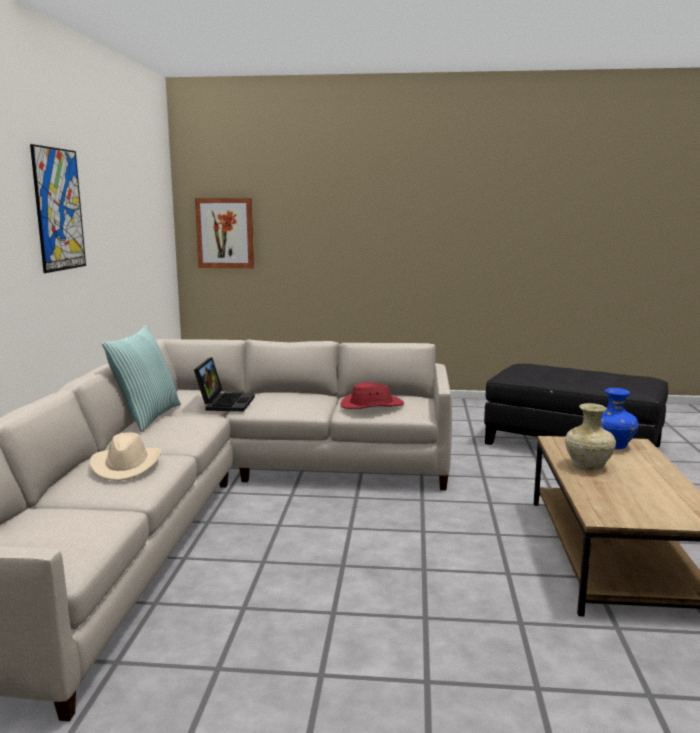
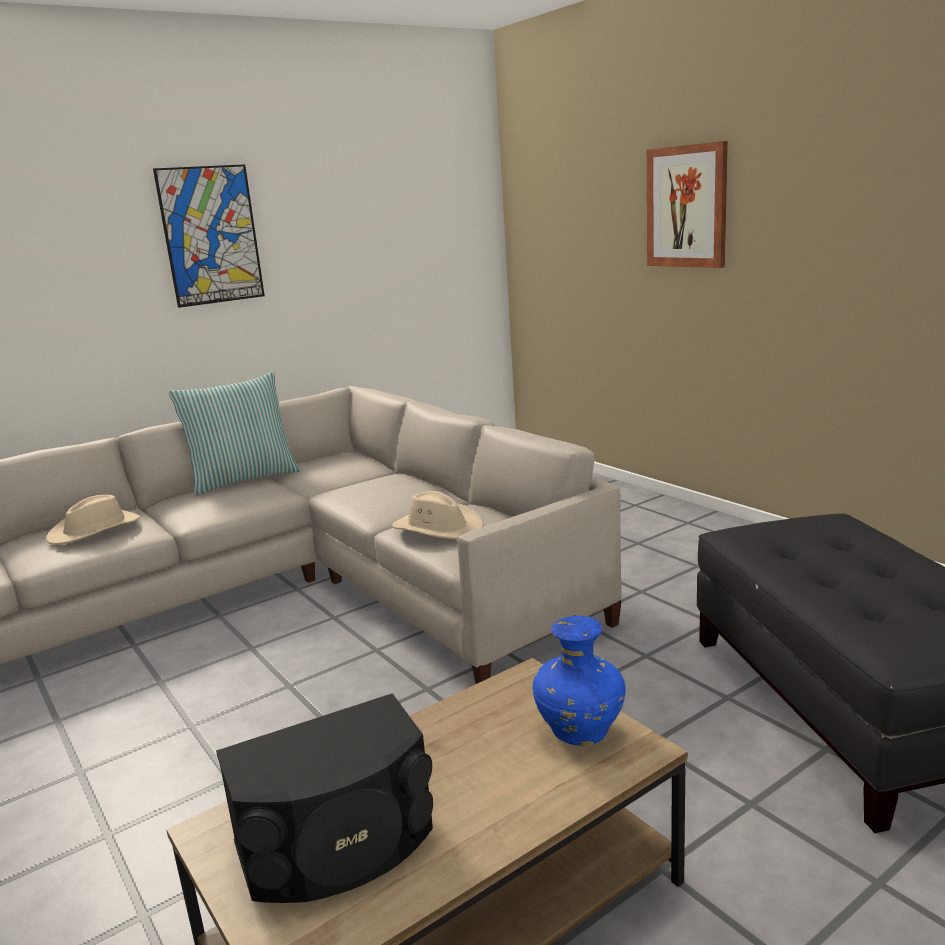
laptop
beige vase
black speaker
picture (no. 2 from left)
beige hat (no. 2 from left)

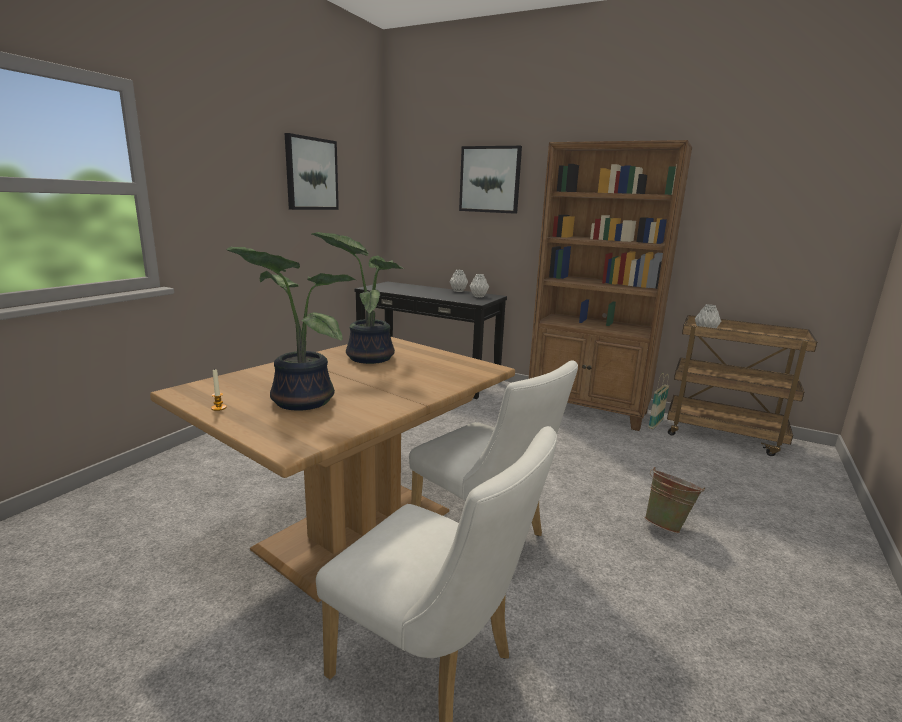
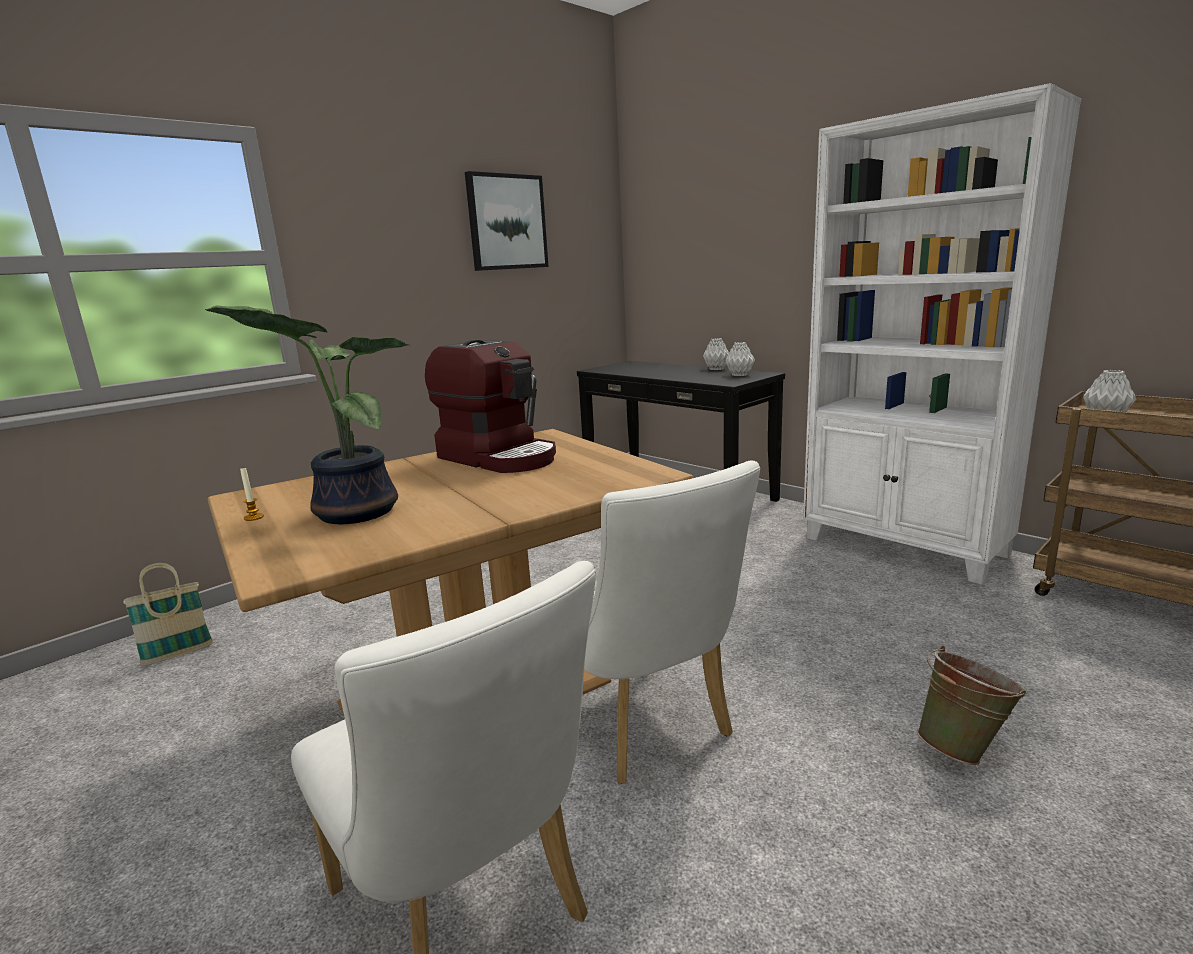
picture (no. 2 from left in the first image)
basket
coffee machine
white bookcase

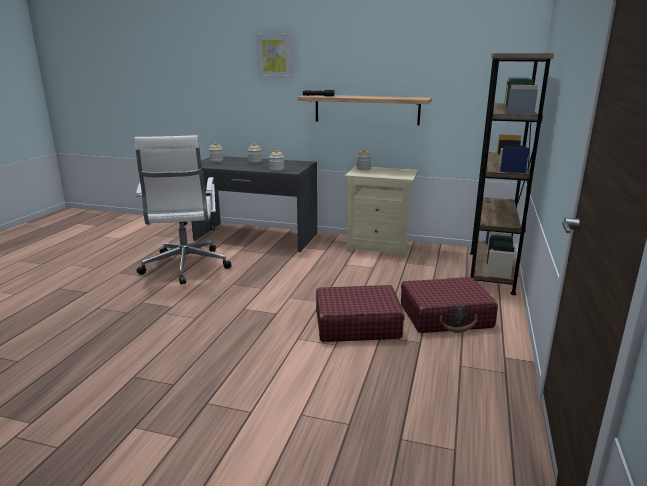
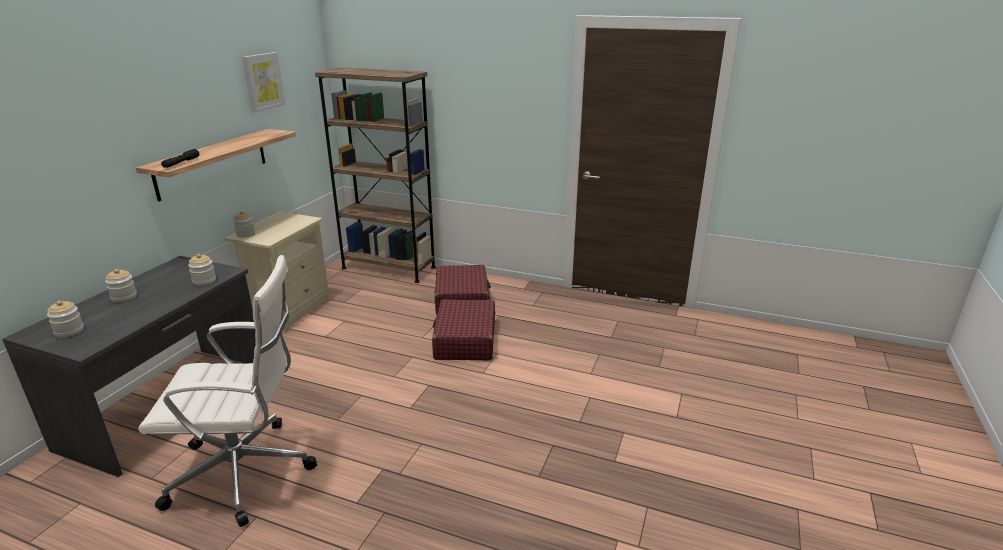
picture

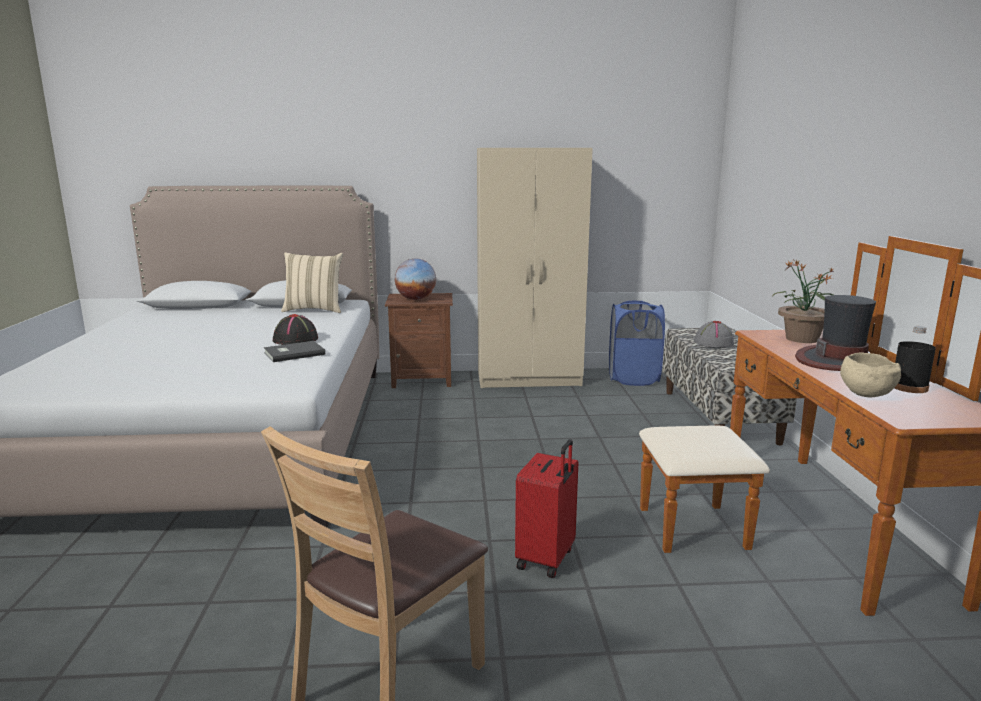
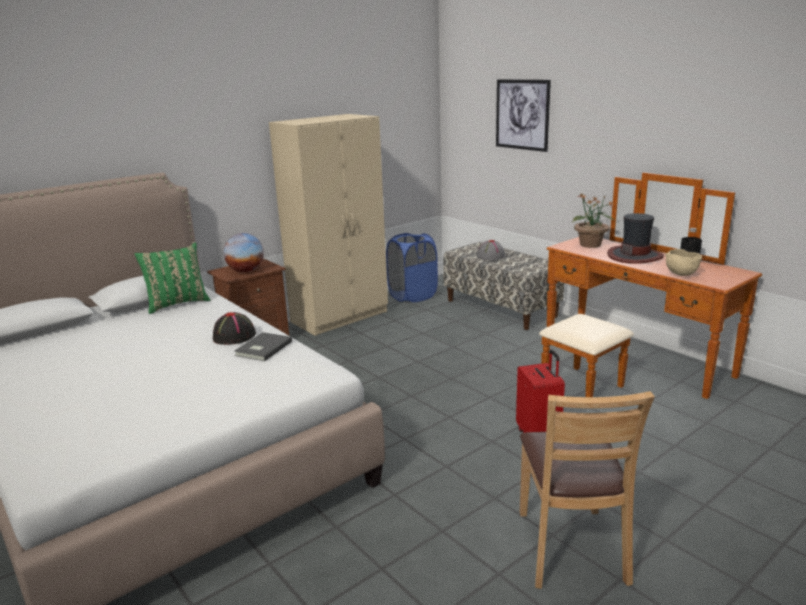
picture
green pillow

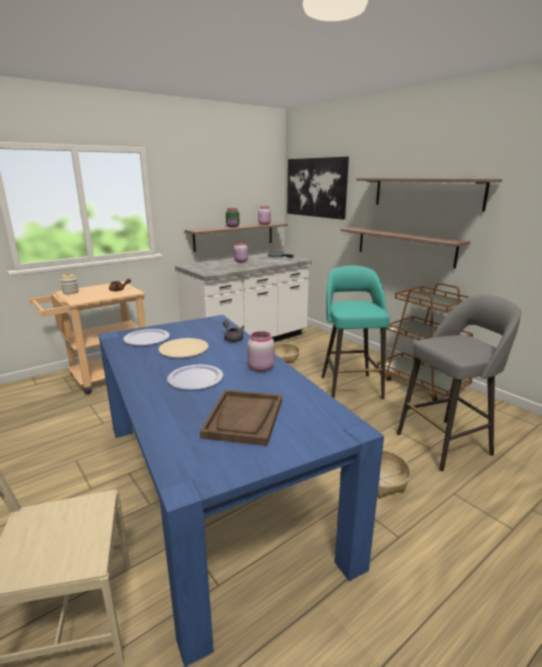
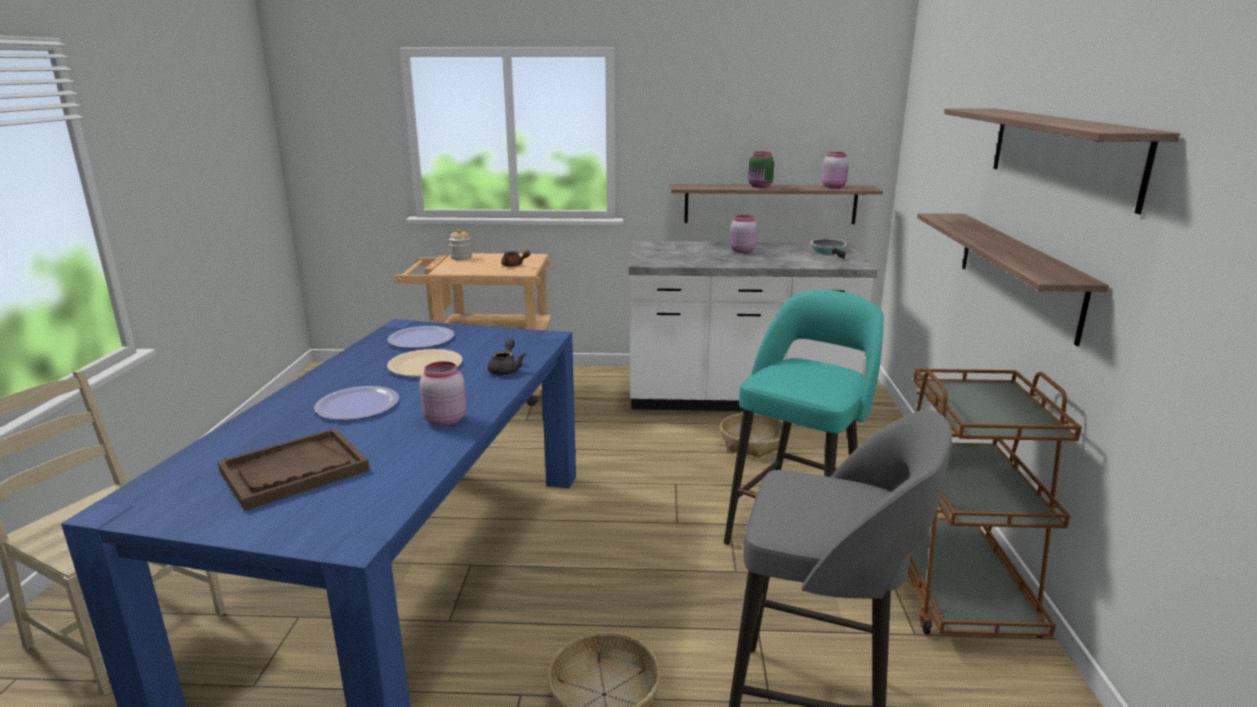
picture

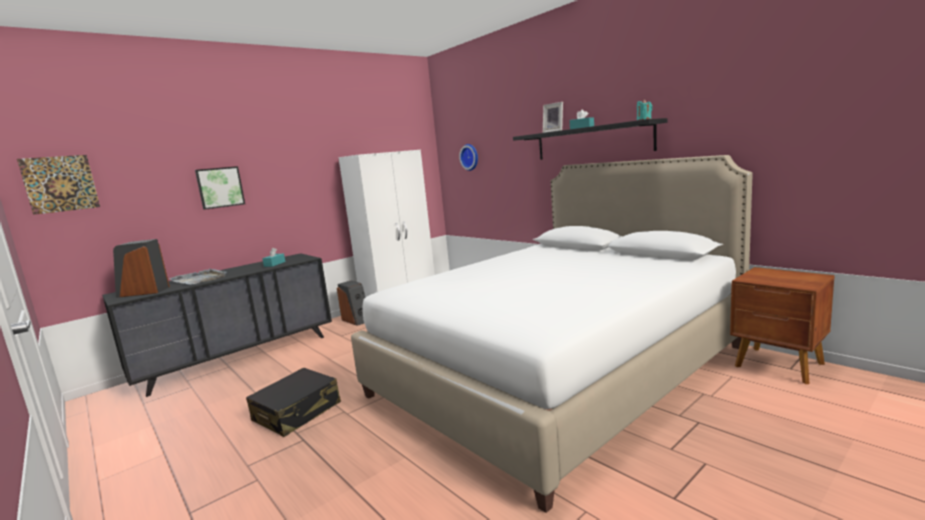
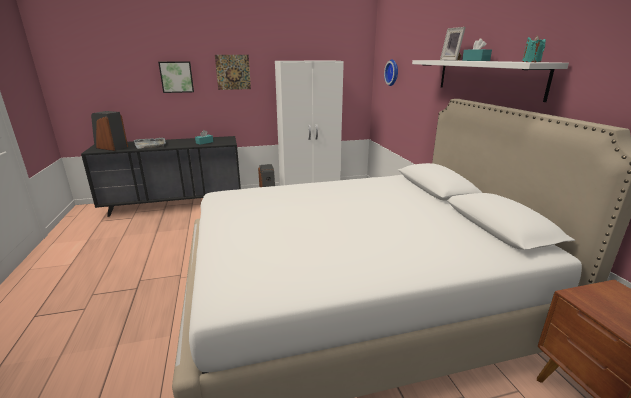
black suitcase
picture (no. 2 from left)
white shelf

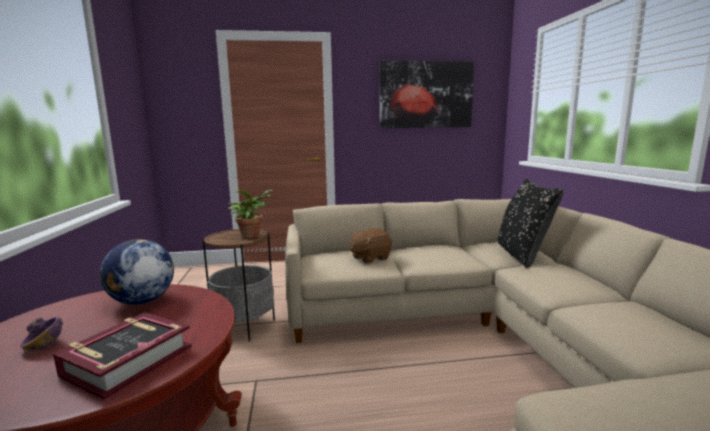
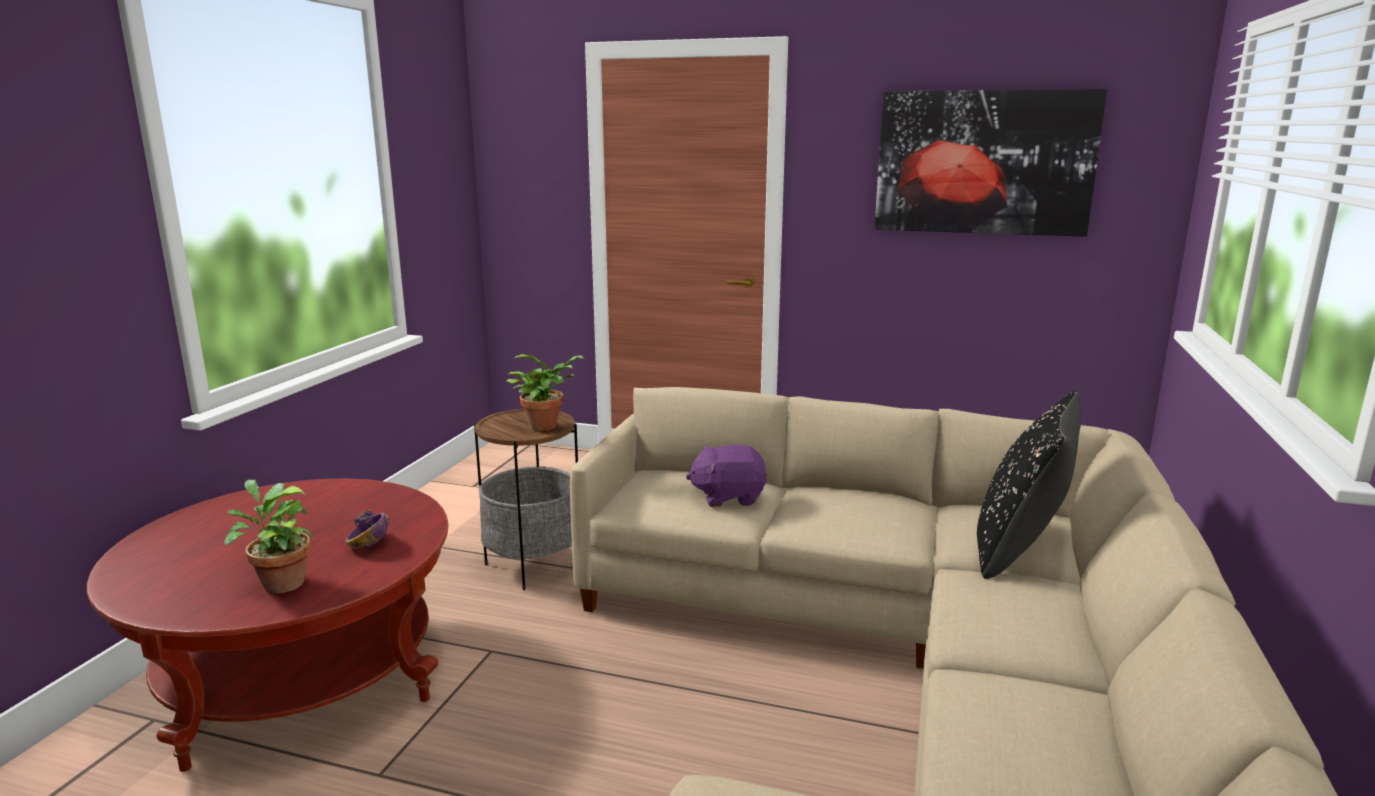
globe
purple bowl
potted plant (no. 1 from left)
purple plush toy

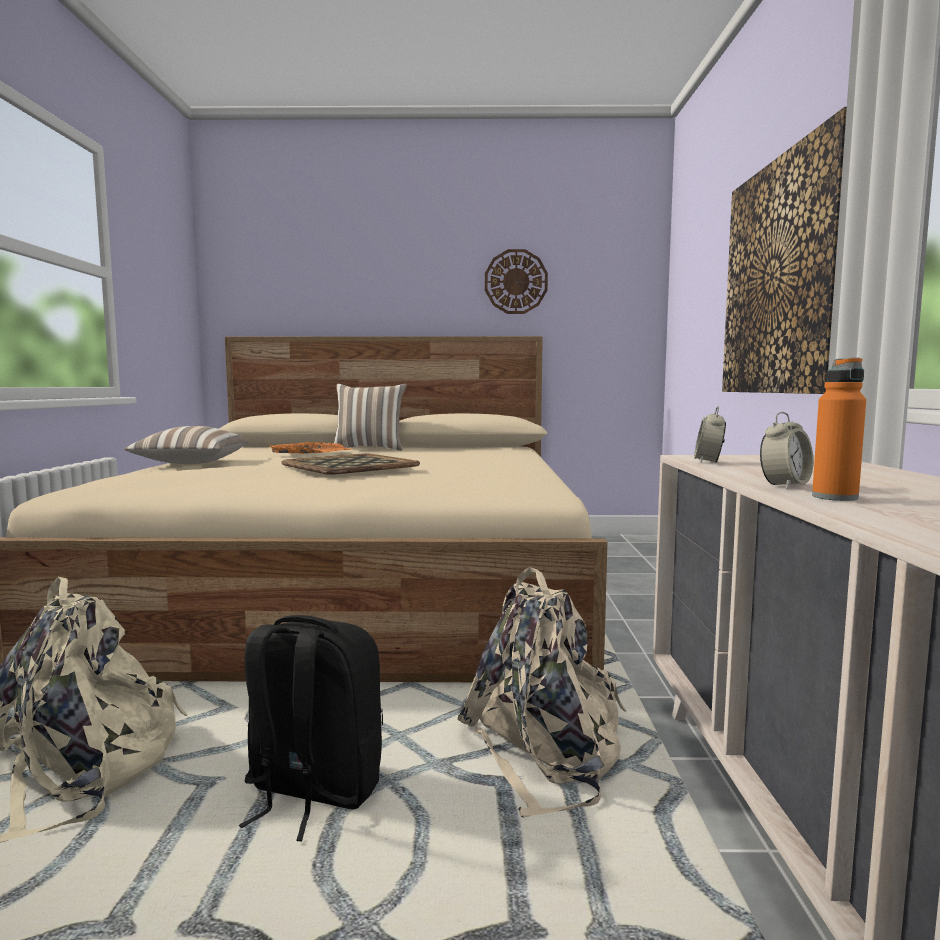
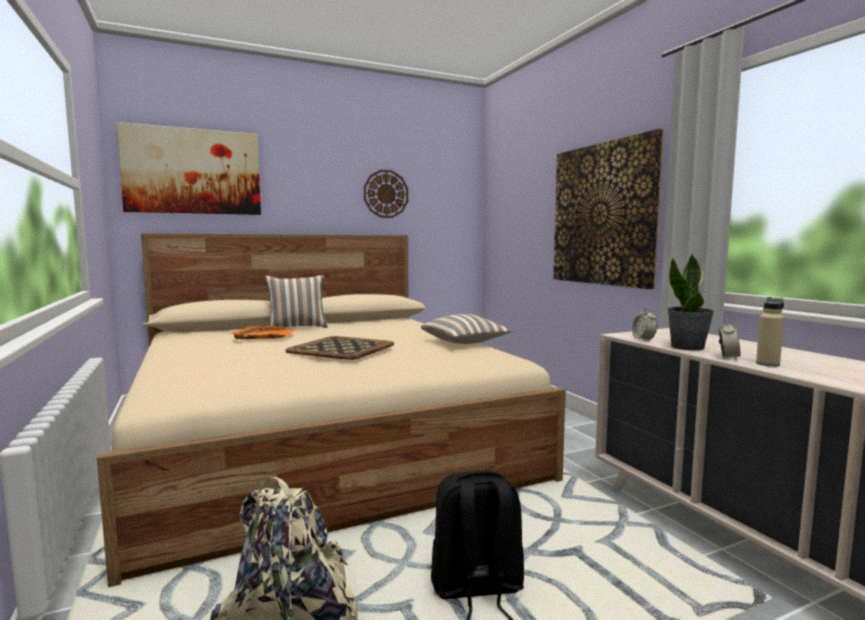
beige backpack (no. 2 from left in the first image)
picture (no. 1 from left)
potted plant
pillow (no. 2 from left)
beige bottle

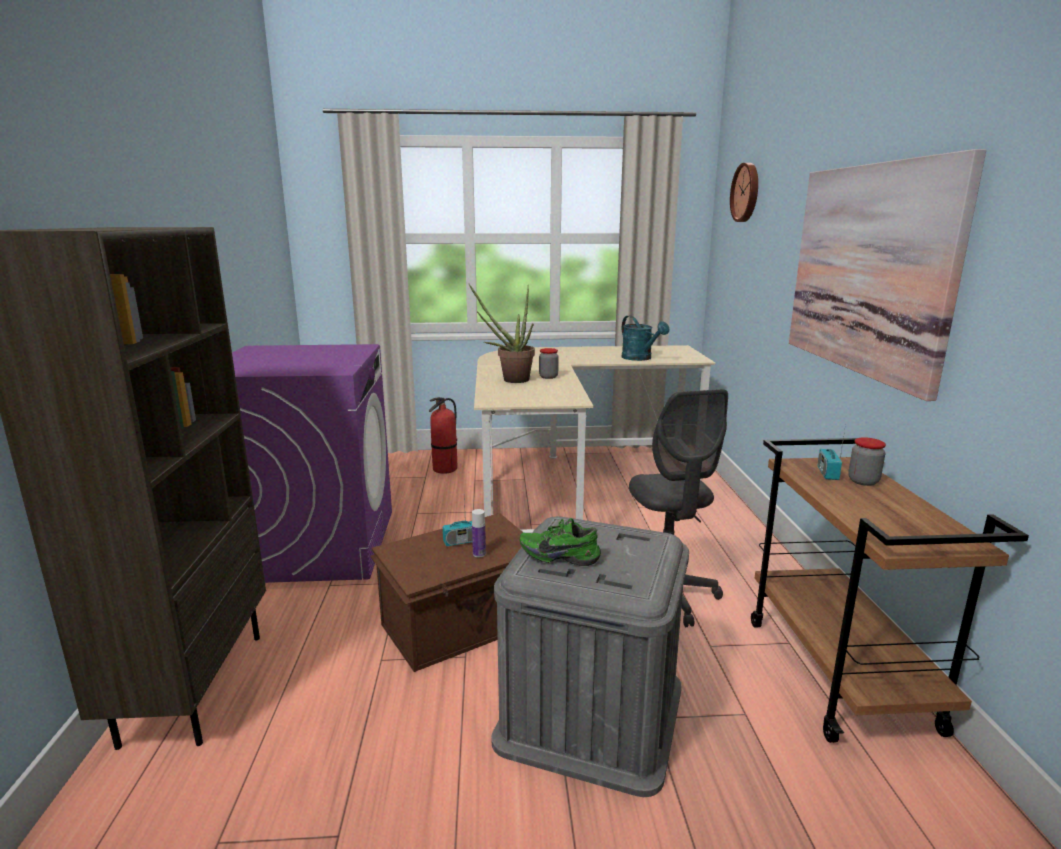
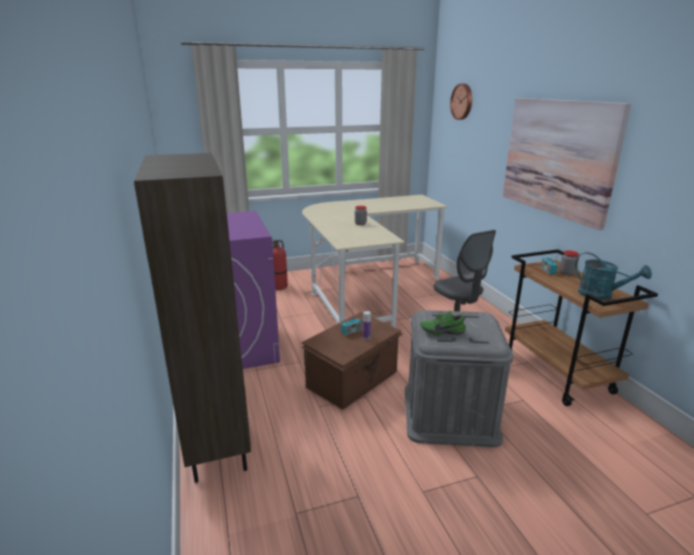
potted plant
turquoise watering can

